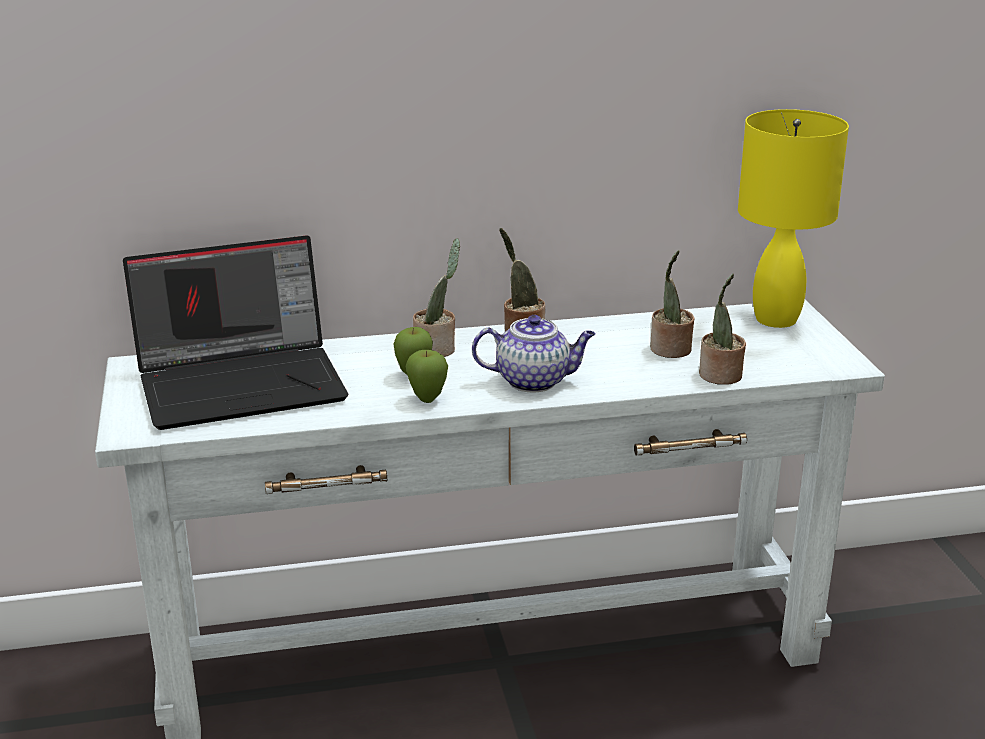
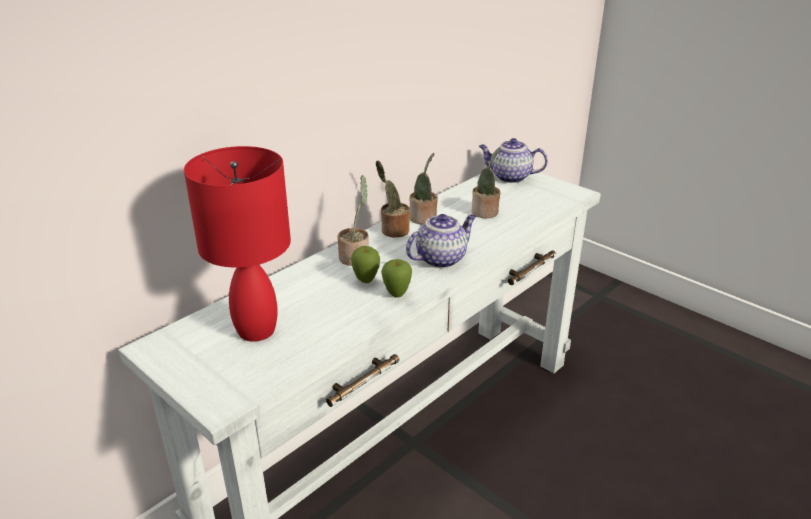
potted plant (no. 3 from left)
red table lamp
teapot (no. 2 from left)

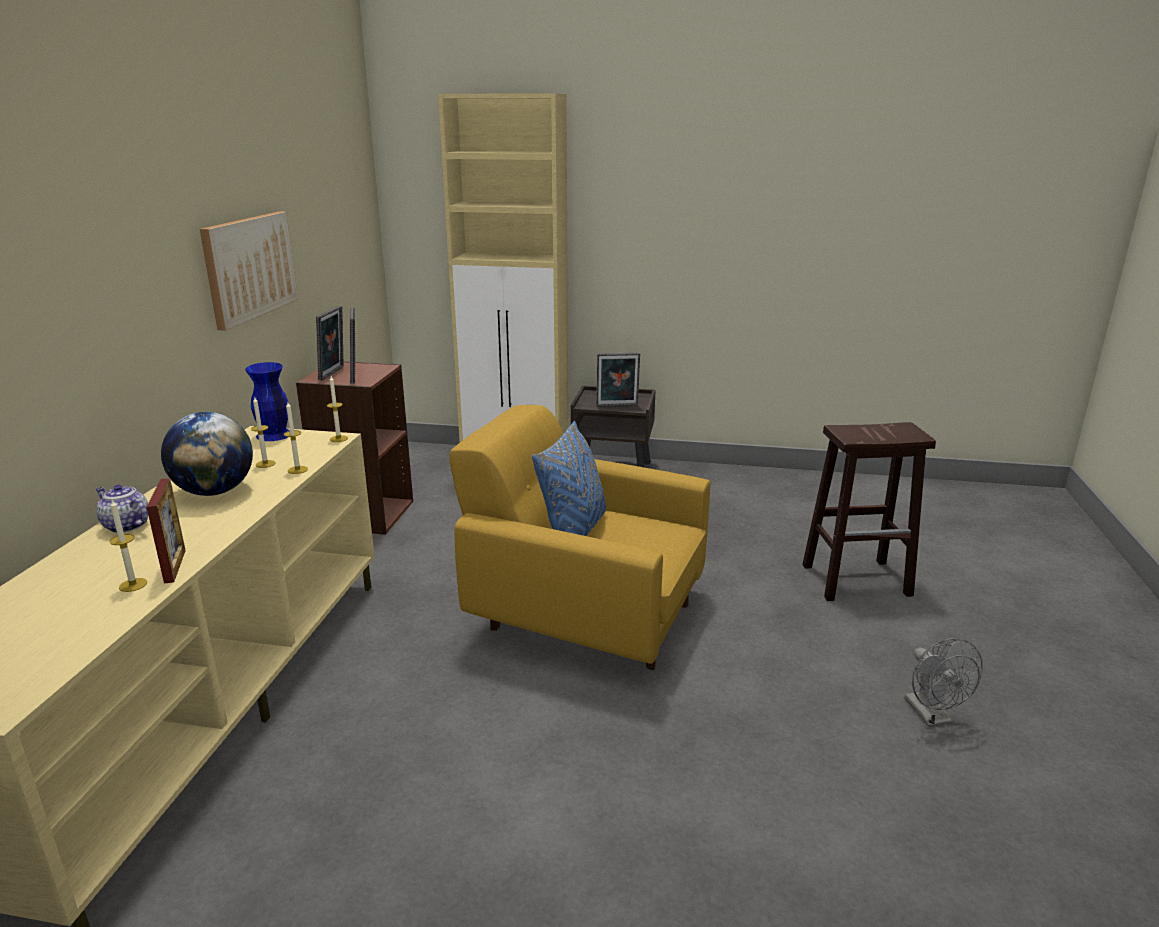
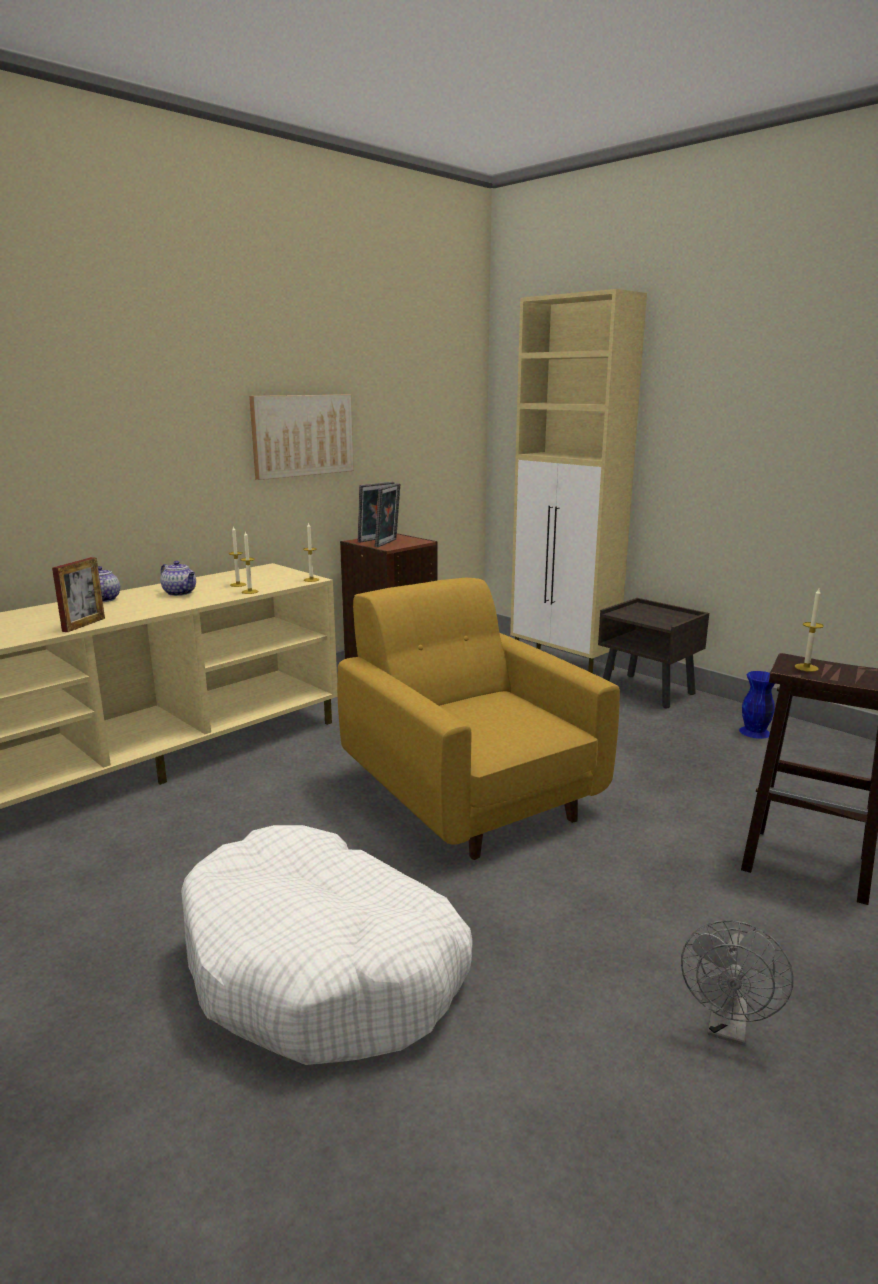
blue pillow
picture frame (no. 4 from left in the first image)
white dog bed
candle (no. 4 from left)
blue vase
teapot (no. 2 from left)

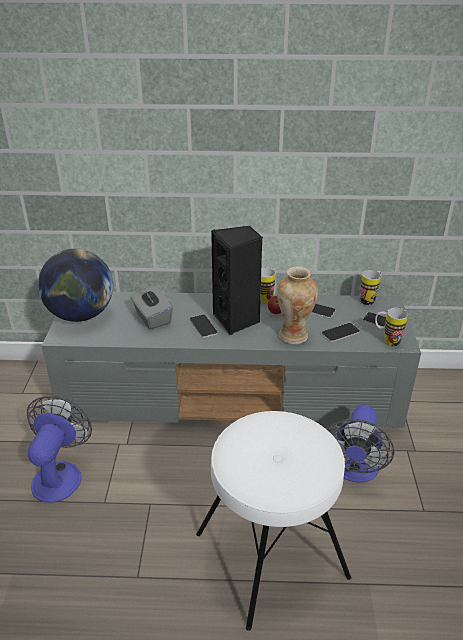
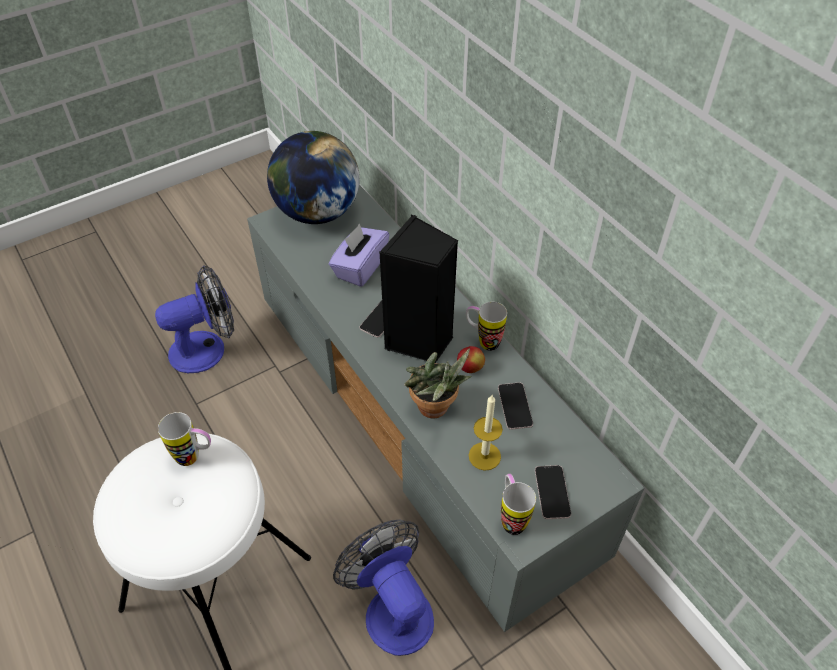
mug (no. 1 from left)
potted plant
candle
purple tissue box
fan (no. 2 from left)

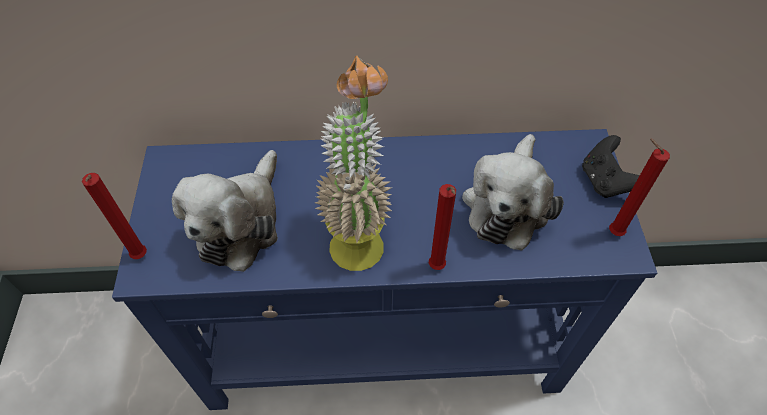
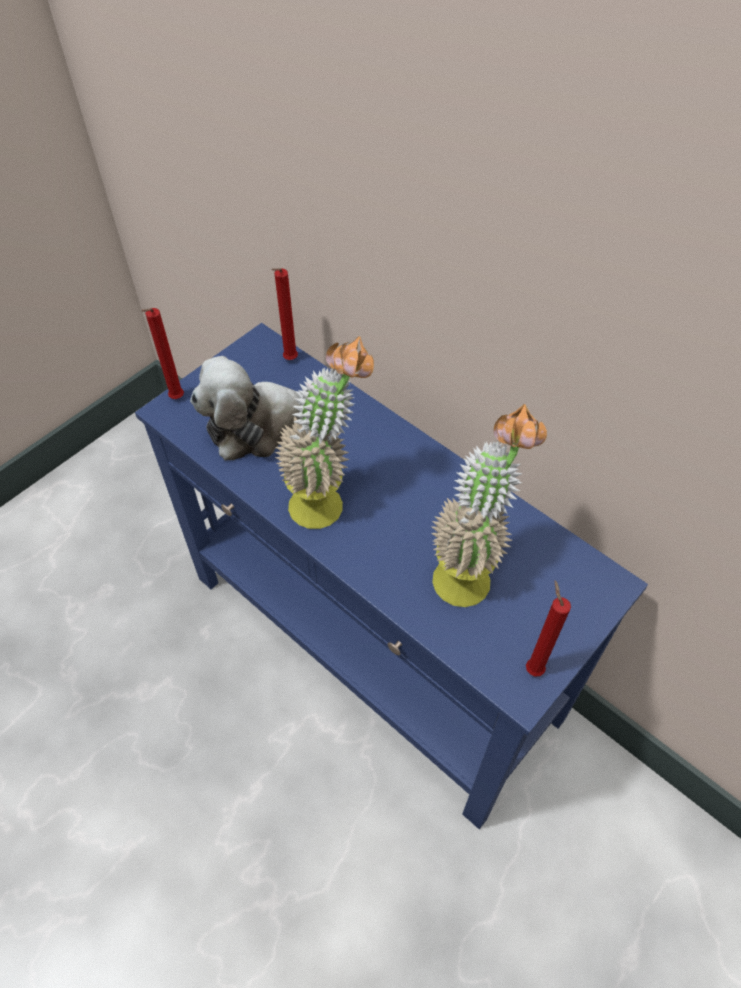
black game controller
red candle (no. 2 from left)
potted plant (no. 2 from left)

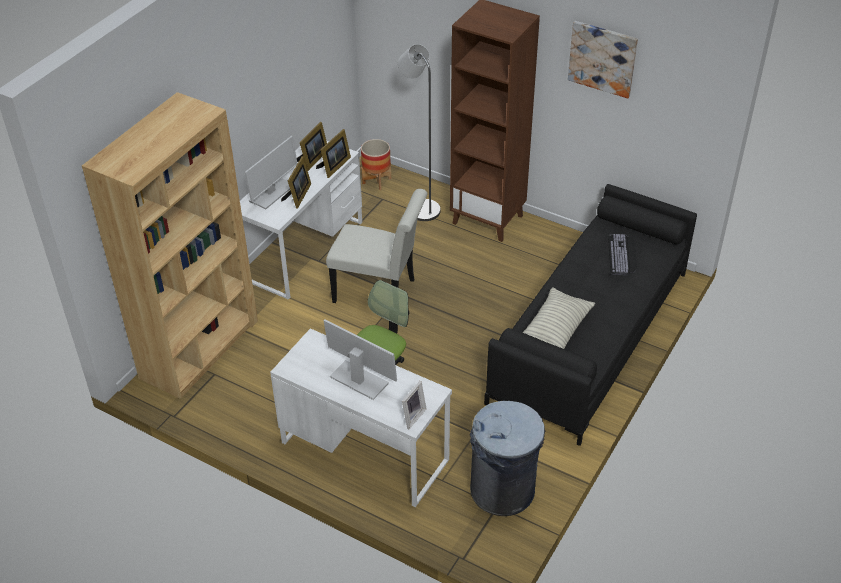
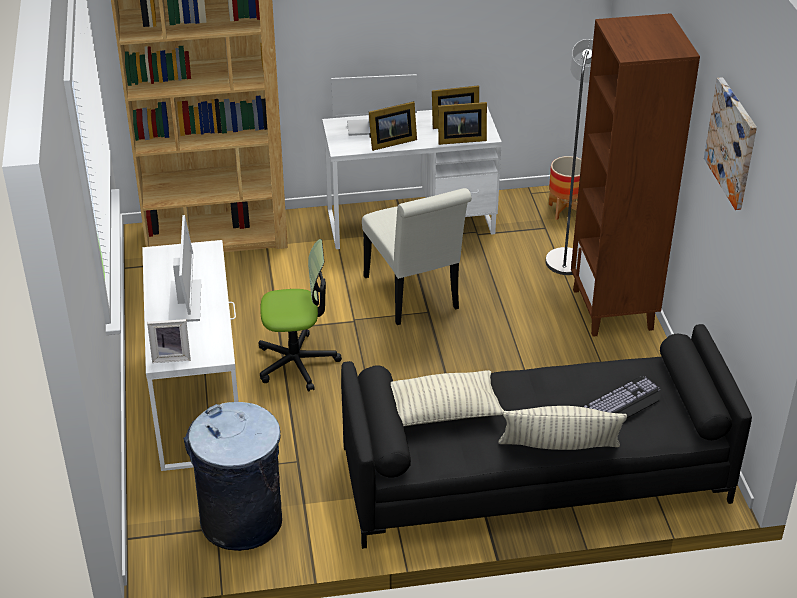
pillow (no. 2 from left)

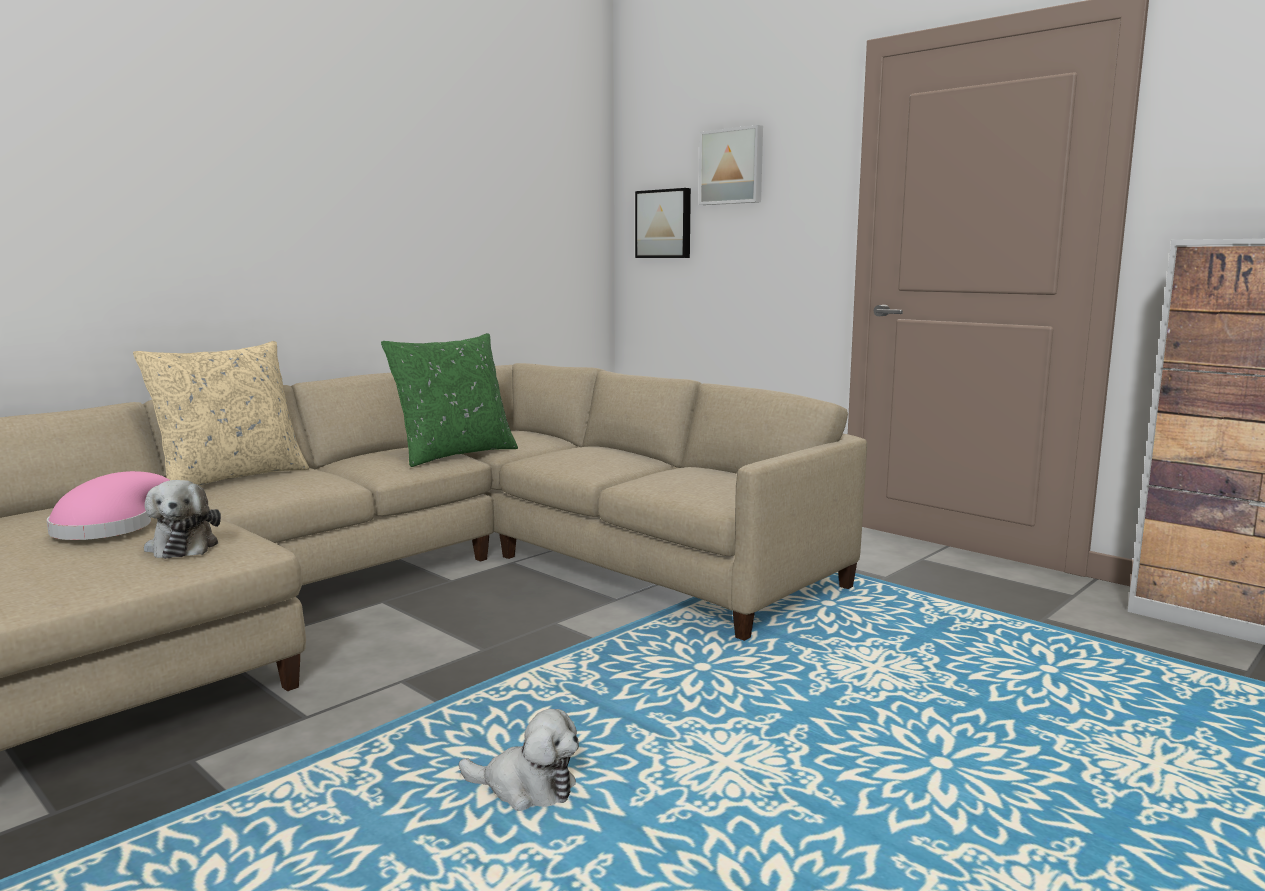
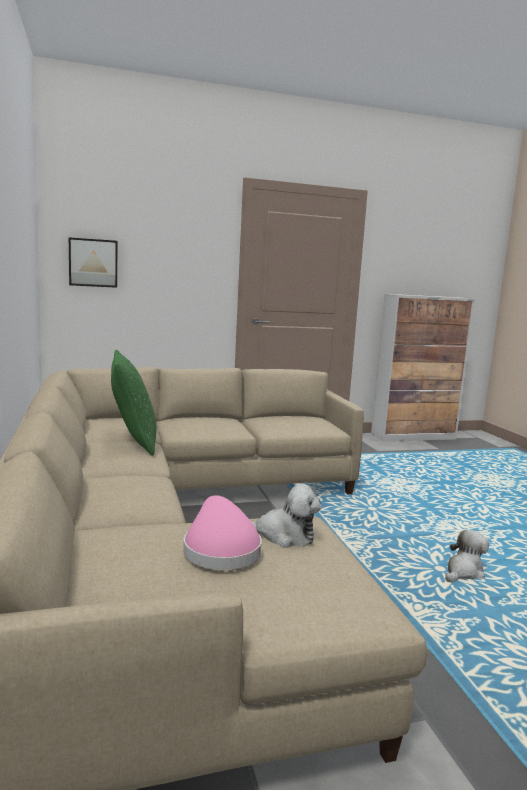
beige pillow
picture (no. 2 from left in the first image)

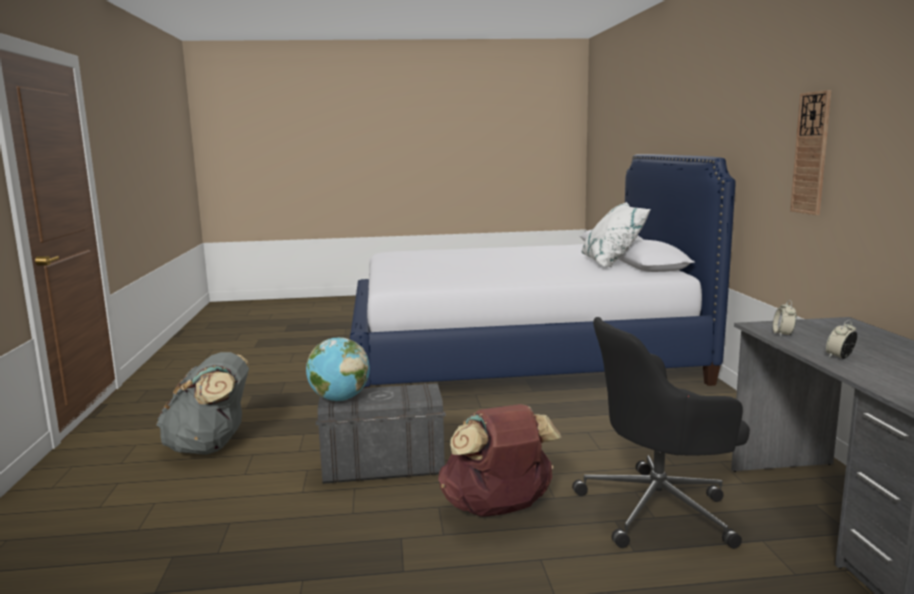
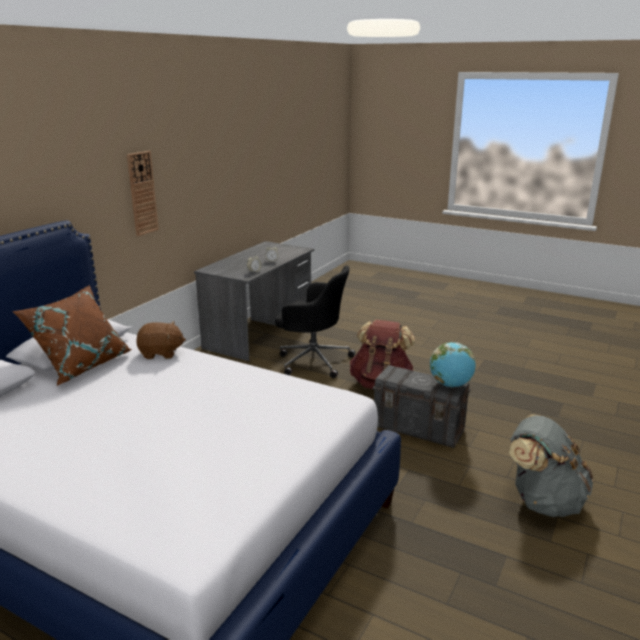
brown plush toy
brown pillow

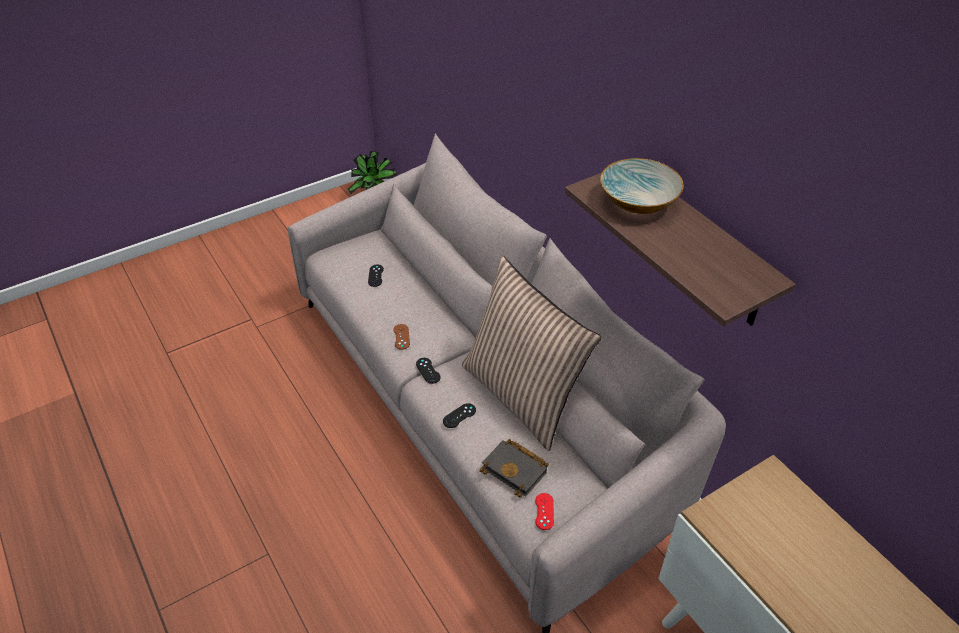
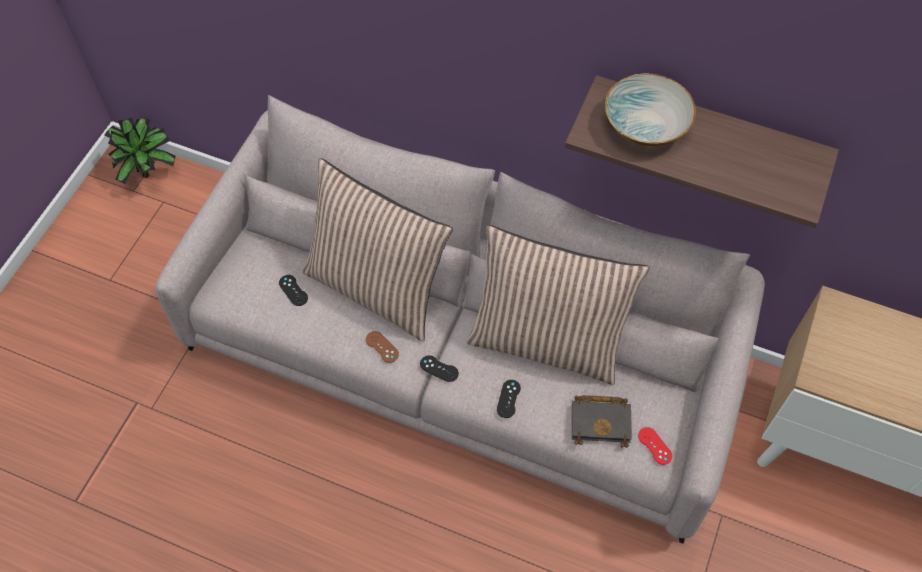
pillow (no. 1 from left)

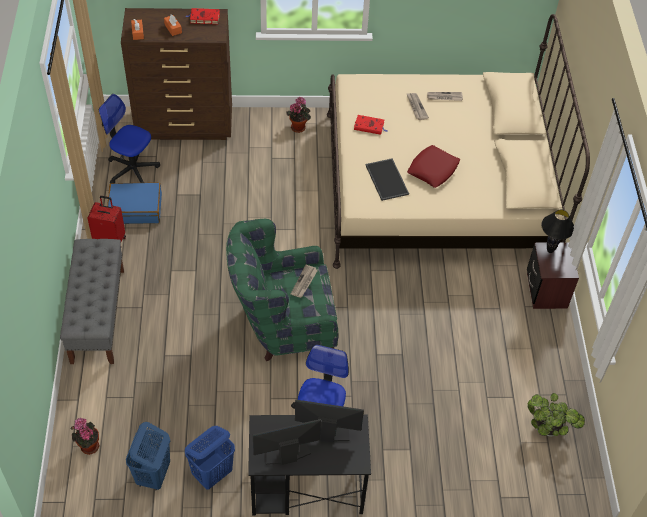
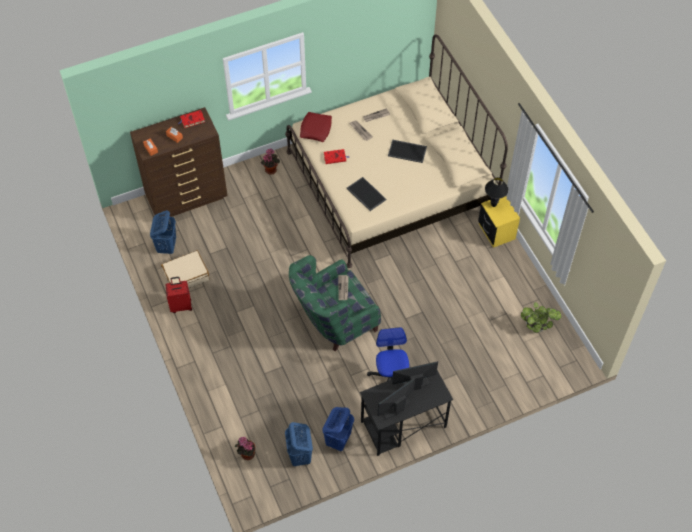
grey bench
tray (no. 2 from left)
red pillow
blue laundry basket (no. 1 from left)
beige suitcase
yellow nightstand

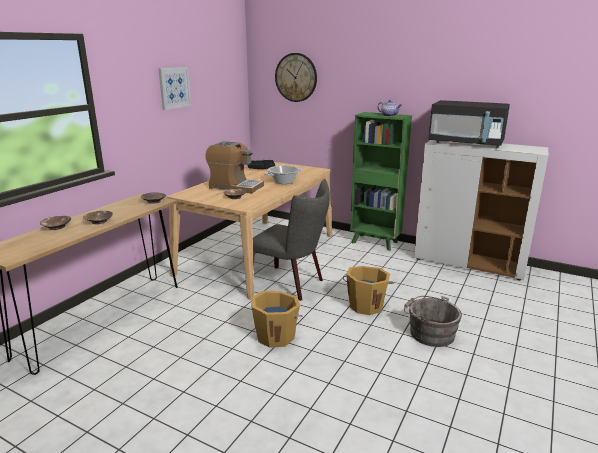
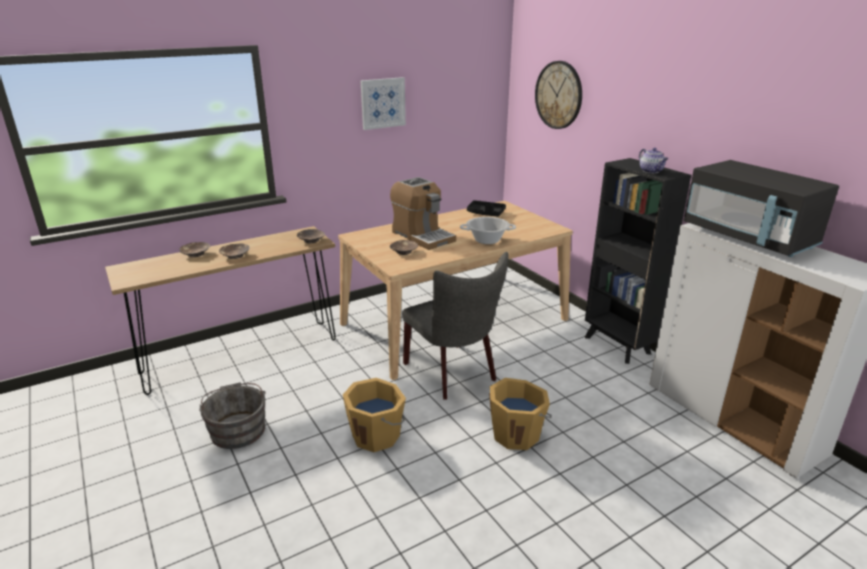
grey bucket
black bookcase

